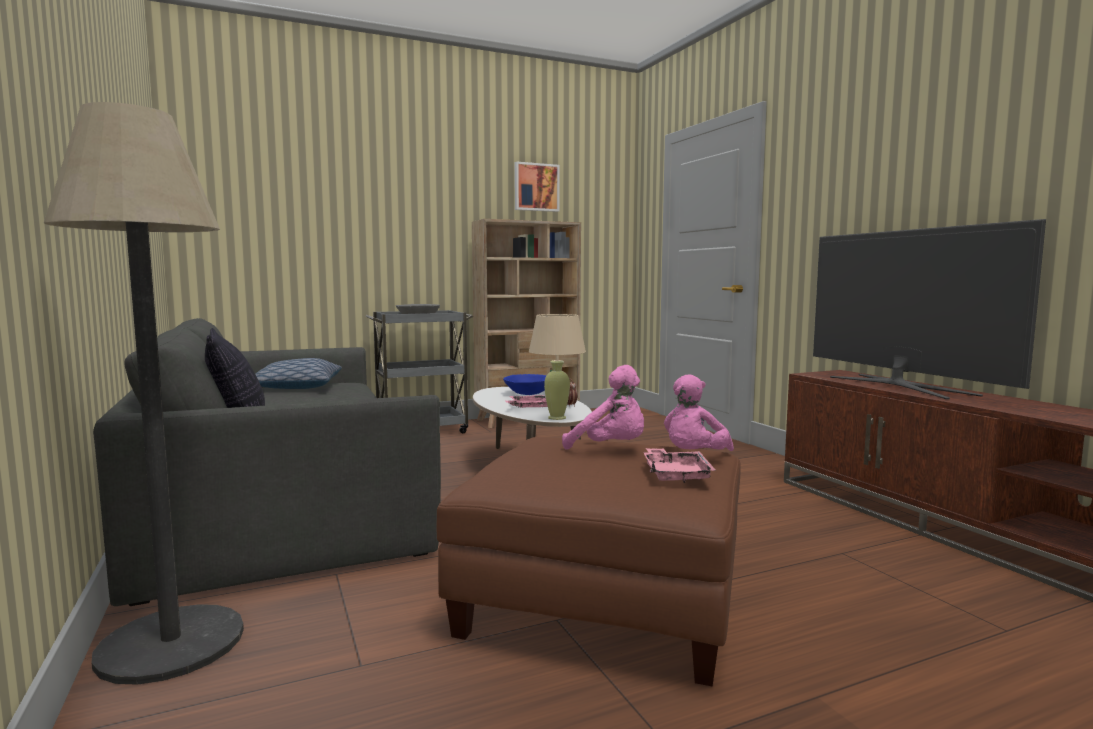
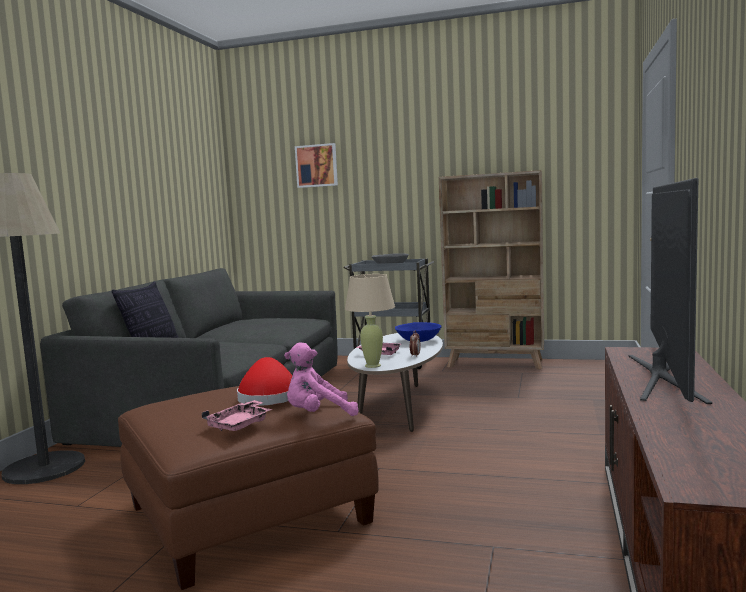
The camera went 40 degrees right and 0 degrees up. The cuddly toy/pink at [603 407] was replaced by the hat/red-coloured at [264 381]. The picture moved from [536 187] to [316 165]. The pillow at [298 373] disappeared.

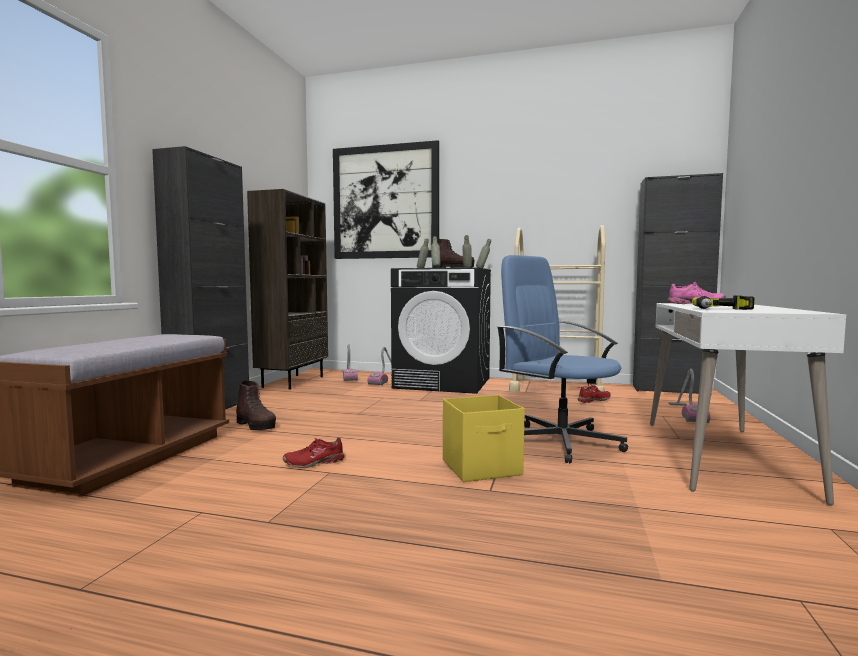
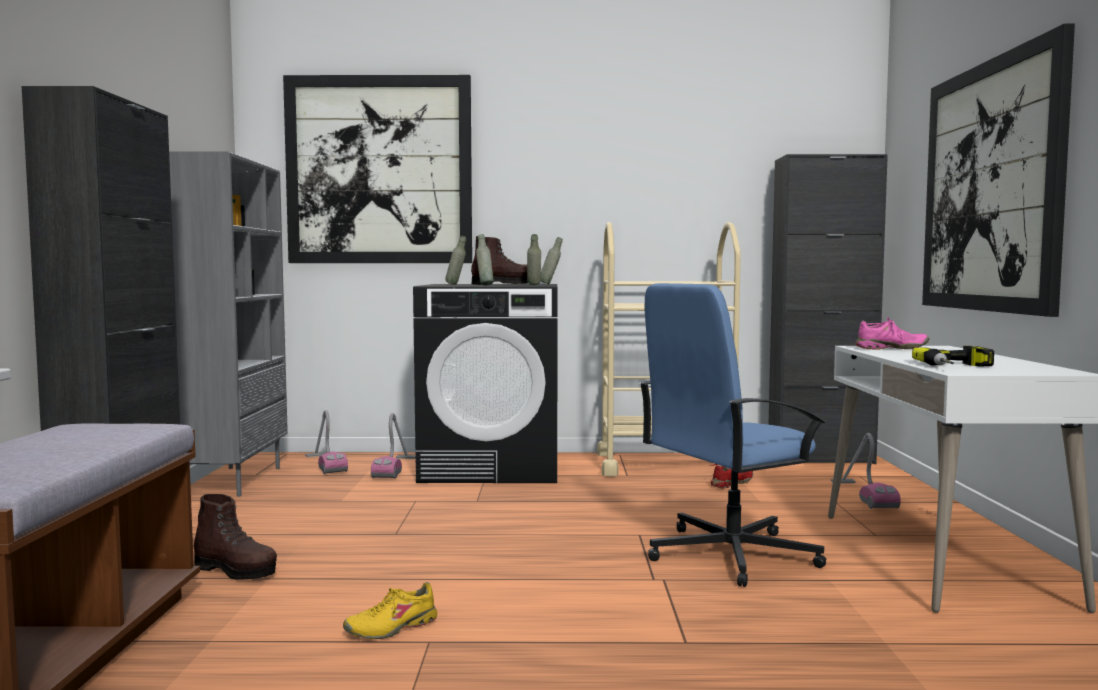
The camera went 15 degrees left and 0 degrees up. The shelving unit/brownish at [287 289] became the shelving unit/grey at [228 324]. The low shoe/red-coloured at [313 452] became the low shoe/yellow at [390 610]. The desk chair/blue-coloured at [562 359] turned 60 degrees counterclockwise. The picture at [998 170] appeared. The storage bin/yellow at [484 438] disappeared.

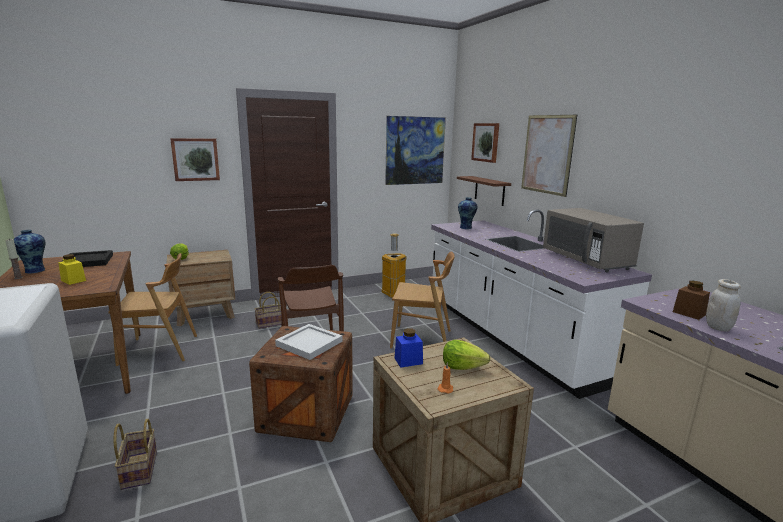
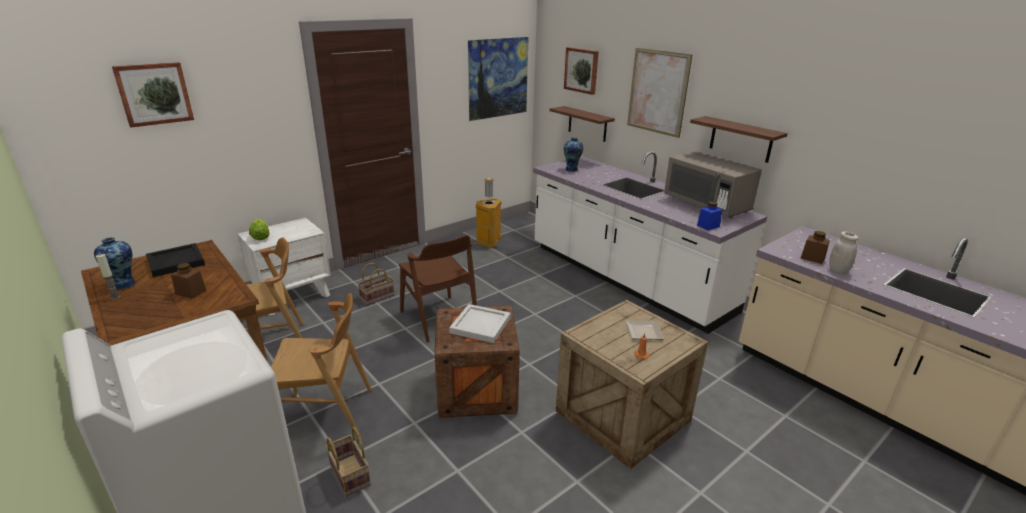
The camera went 15 degrees left and 10 degrees up. The picture moved from [195 159] to [153 95]. The preserve jar/yellow at [72 269] became the preserve jar/brownish at [189 281]. The night table/brownish at [200 288] became the night table/white at [284 266]. The chair/brownish moved from [422 300] to [321 366]. The head of lettuce at [466 355] was replaced by the dinner plate at [645 330]. The wall shelf at [739 139] appeared. The preserve jar/blue-coloured moved from [409 348] to [709 215].

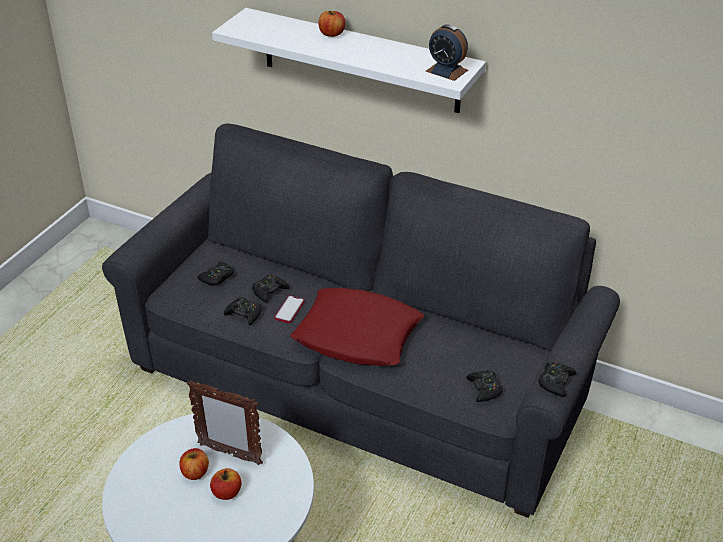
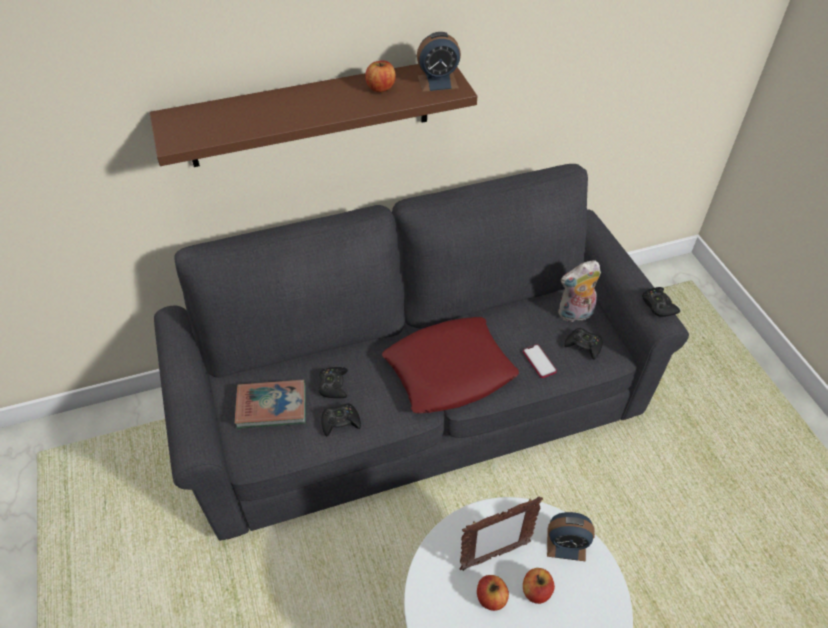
The camera went 45 degrees left and 10 degrees up. The wall shelf/white at [349 60] became the wall shelf/brownish at [313 115]. The joypad/blackish at [215 274] was replaced by the volume at [270 404]. The apple fruit moved from [331 24] to [380 76]. The handset moved from [289 309] to [540 361]. The table clock at [571 537] appeared. The cuddly toy at [579 291] appeared.

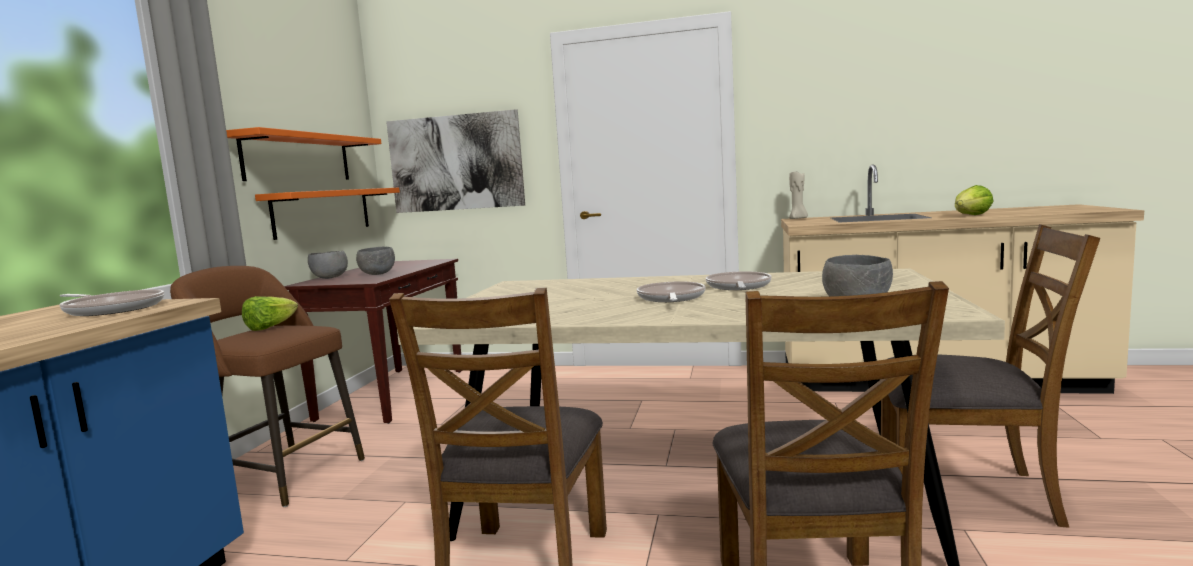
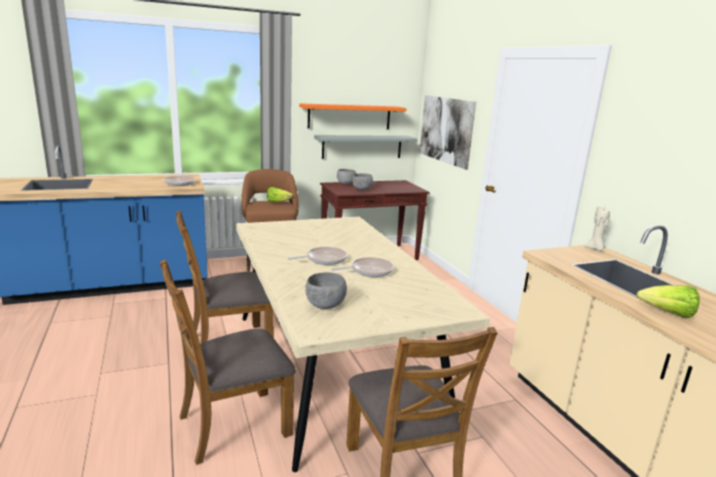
The camera went 55 degrees right and 10 degrees up. The wall shelf/orangey at [327 213] became the wall shelf/grey at [366 147].

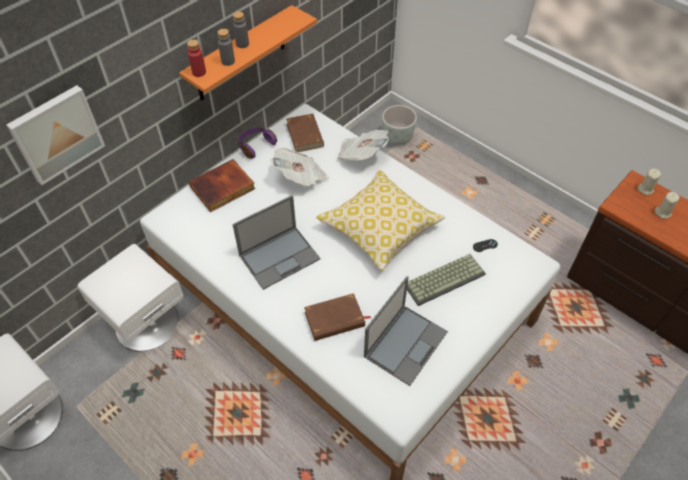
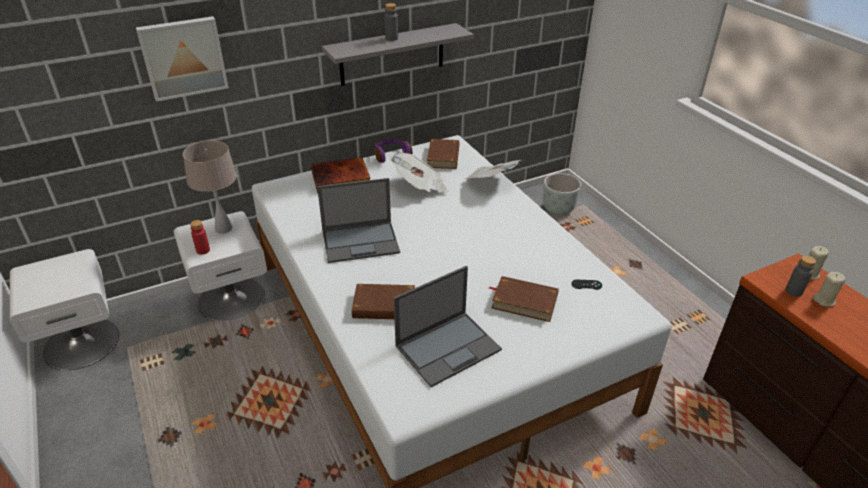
The camera went 20 degrees right and 15 degrees down. The table lamp/beige-coloured at [210 187] appeared. The bottle/red-coloured moved from [196 58] to [200 237]. The wall shelf/orangey at [248 53] became the wall shelf/grey at [398 54]. The keyboard at [446 280] was replaced by the volume/brownish at [524 299]. The bottle/grey moved from [226 47] to [800 276]. The pillow at [380 220] disappeared.

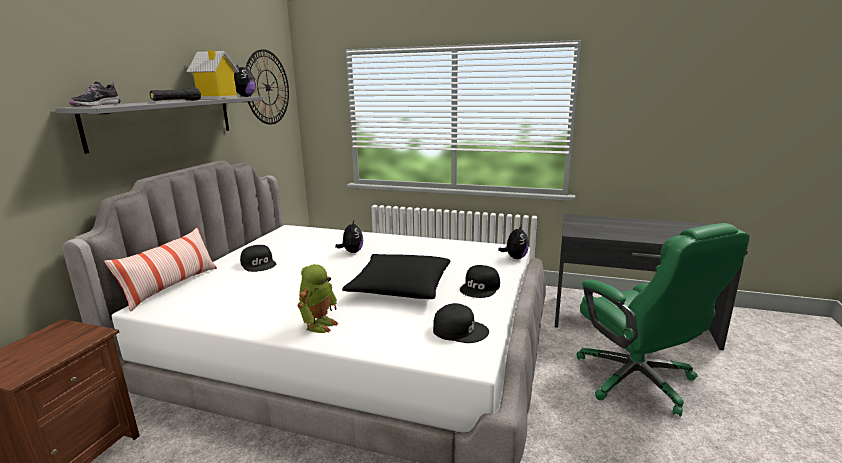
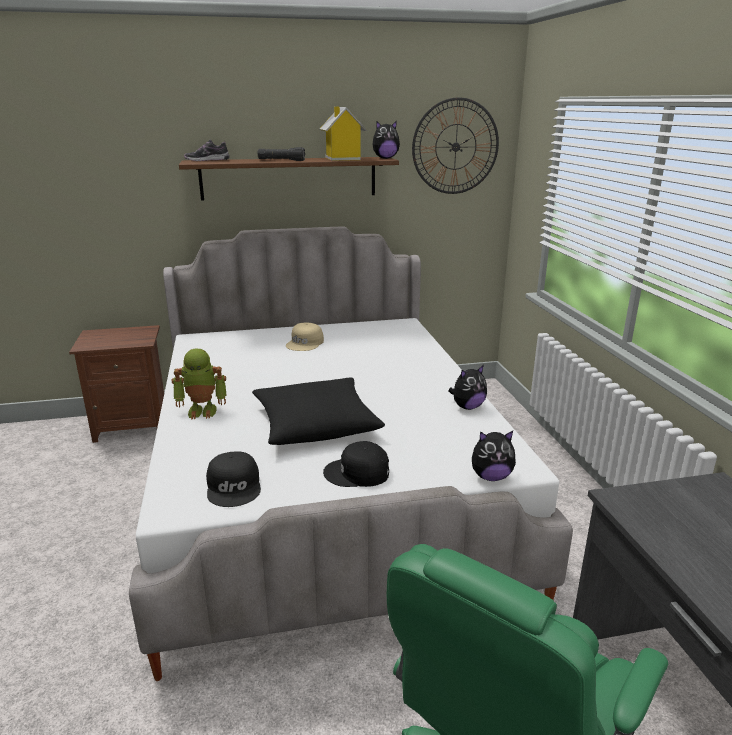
The camera went 60 degrees right and 5 degrees up. The wall shelf/grey at [159 125] became the wall shelf/brownish at [289 178]. The peaked cap/blackish at [258 258] became the peaked cap/beige-coloured at [305 336]. The cuddly toy moved from [349 237] to [467 387]. The pillow at [160 269] disappeared.

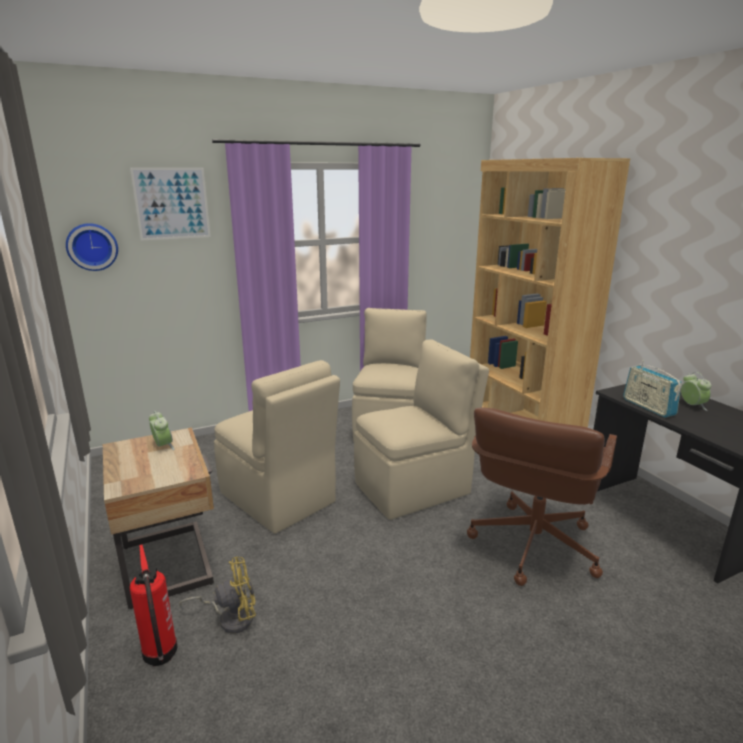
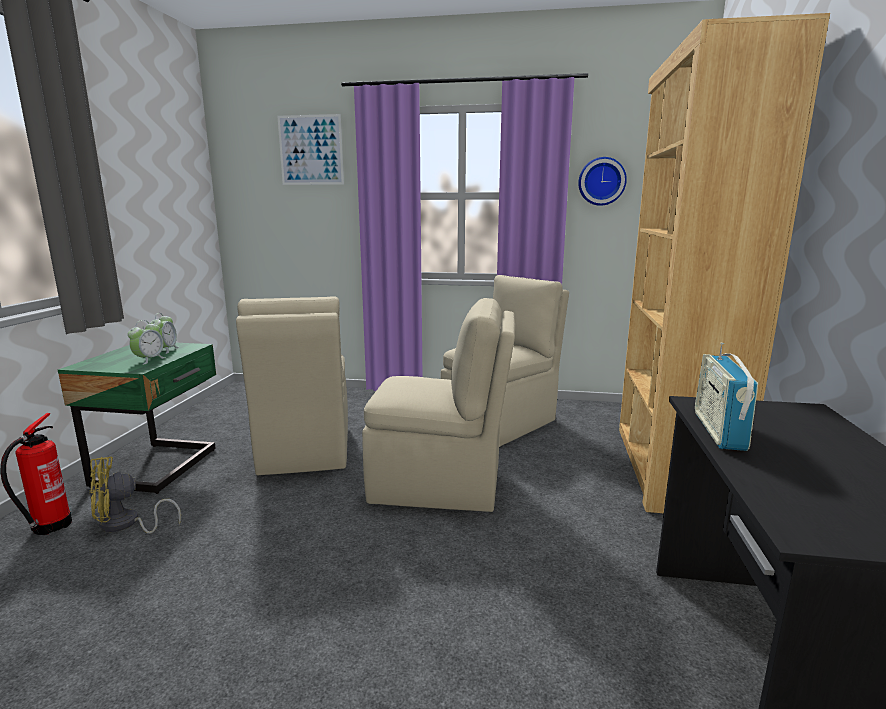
The camera went 35 degrees right and 5 degrees down. The night table/beige-coloured at [158 518] became the night table/green at [137 418]. The electric fan/yellow at [217 595] turned 135 degrees clockwise. The table clock moved from [696 391] to [147 342]. The hanging clock moved from [92 247] to [602 181]. The desk chair/brownish at [542 497] disappeared.

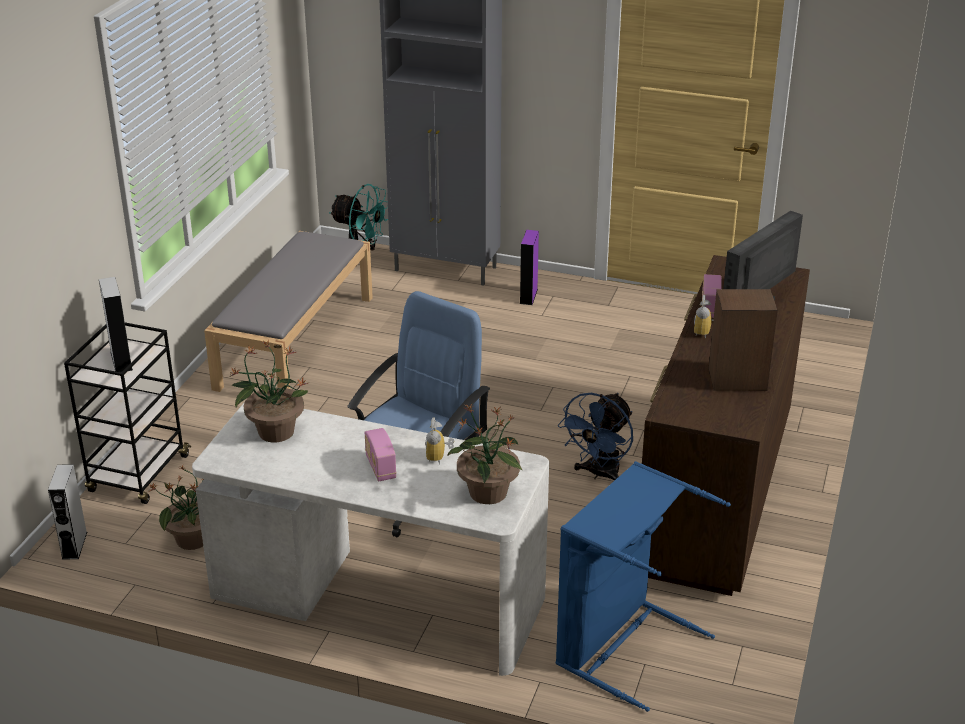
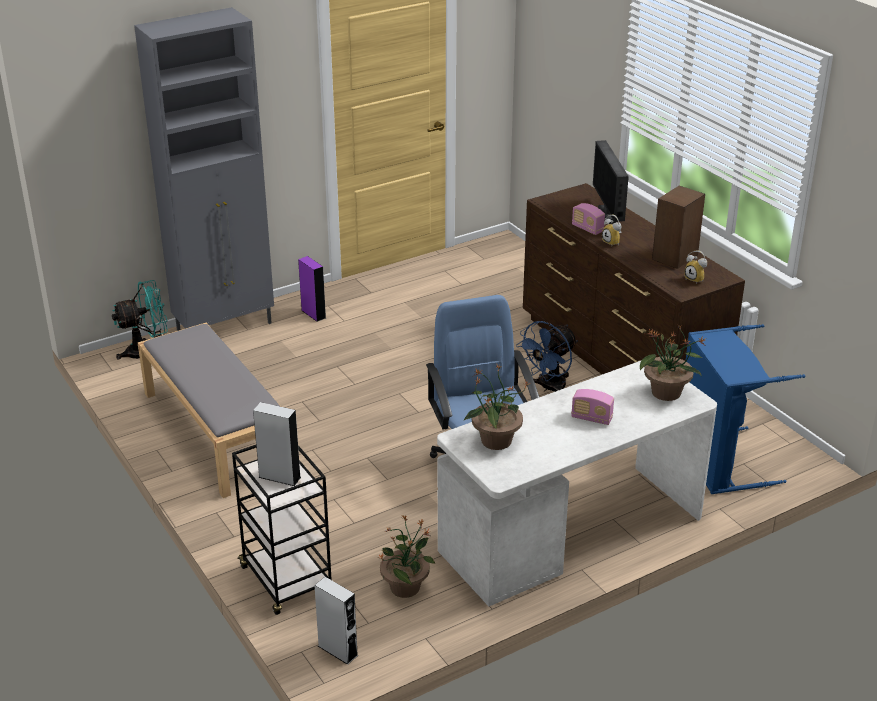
The camera went 50 degrees left and 0 degrees up. The electric fan/blue-coloured at [595 437] turned 60 degrees clockwise. The table clock moved from [439 441] to [695 267].

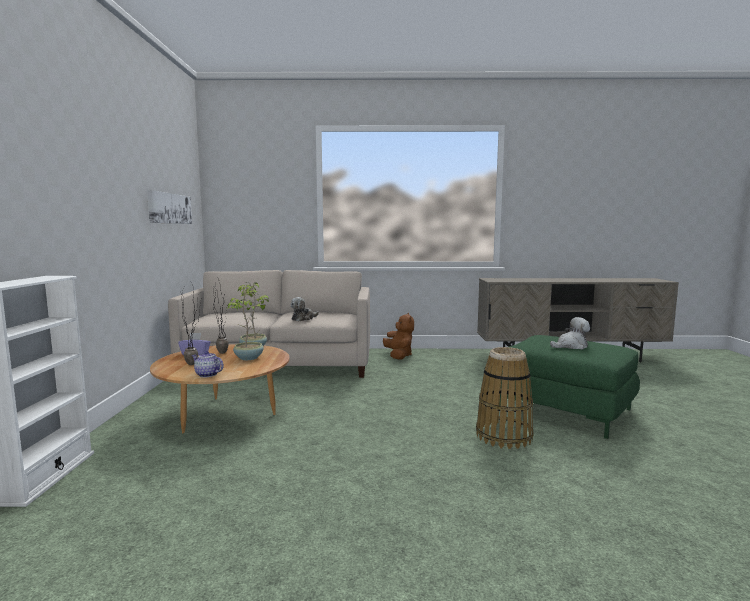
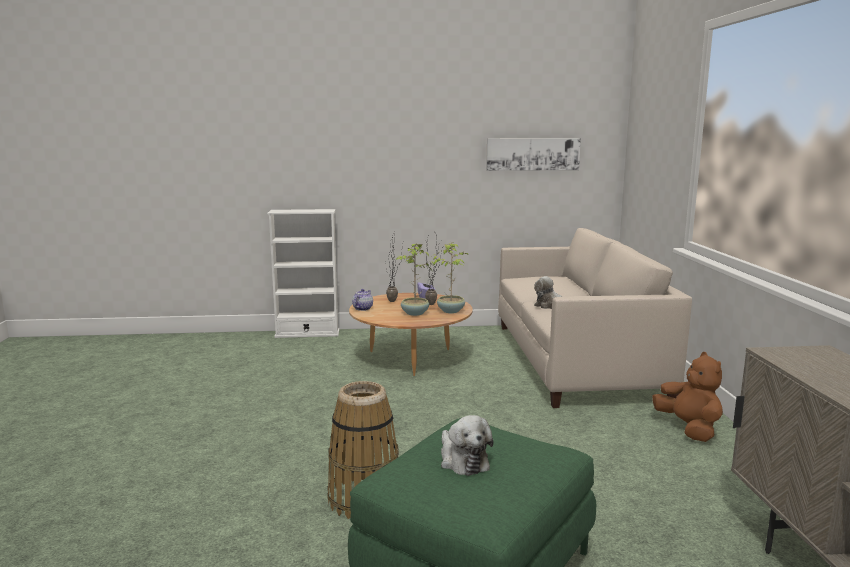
The camera went 85 degrees right and 5 degrees up. The cuddly toy/brownish at [398 336] turned 90 degrees counterclockwise.

